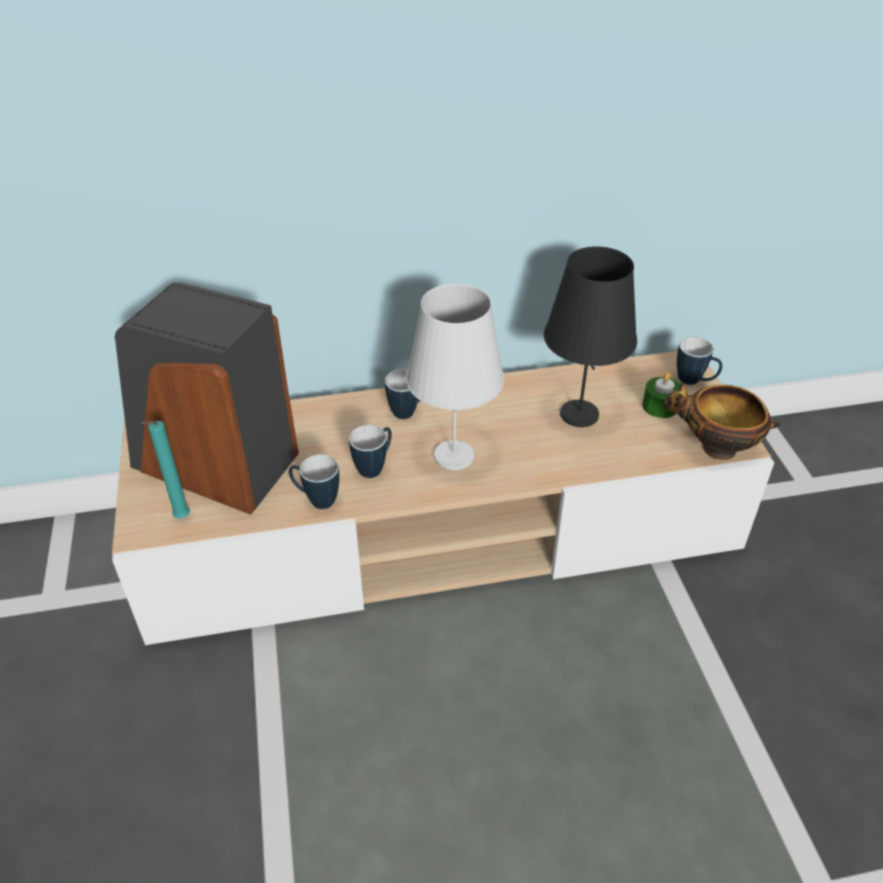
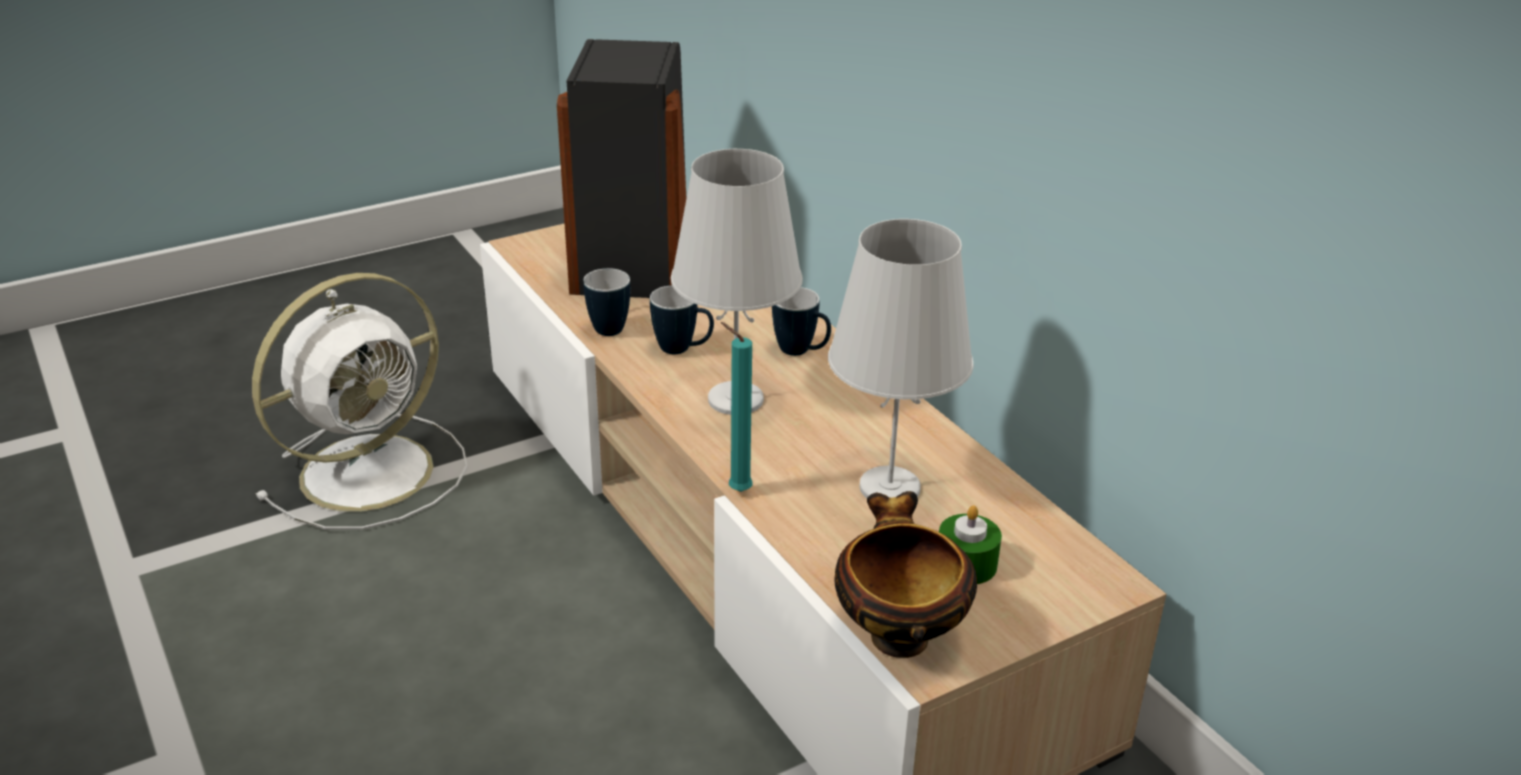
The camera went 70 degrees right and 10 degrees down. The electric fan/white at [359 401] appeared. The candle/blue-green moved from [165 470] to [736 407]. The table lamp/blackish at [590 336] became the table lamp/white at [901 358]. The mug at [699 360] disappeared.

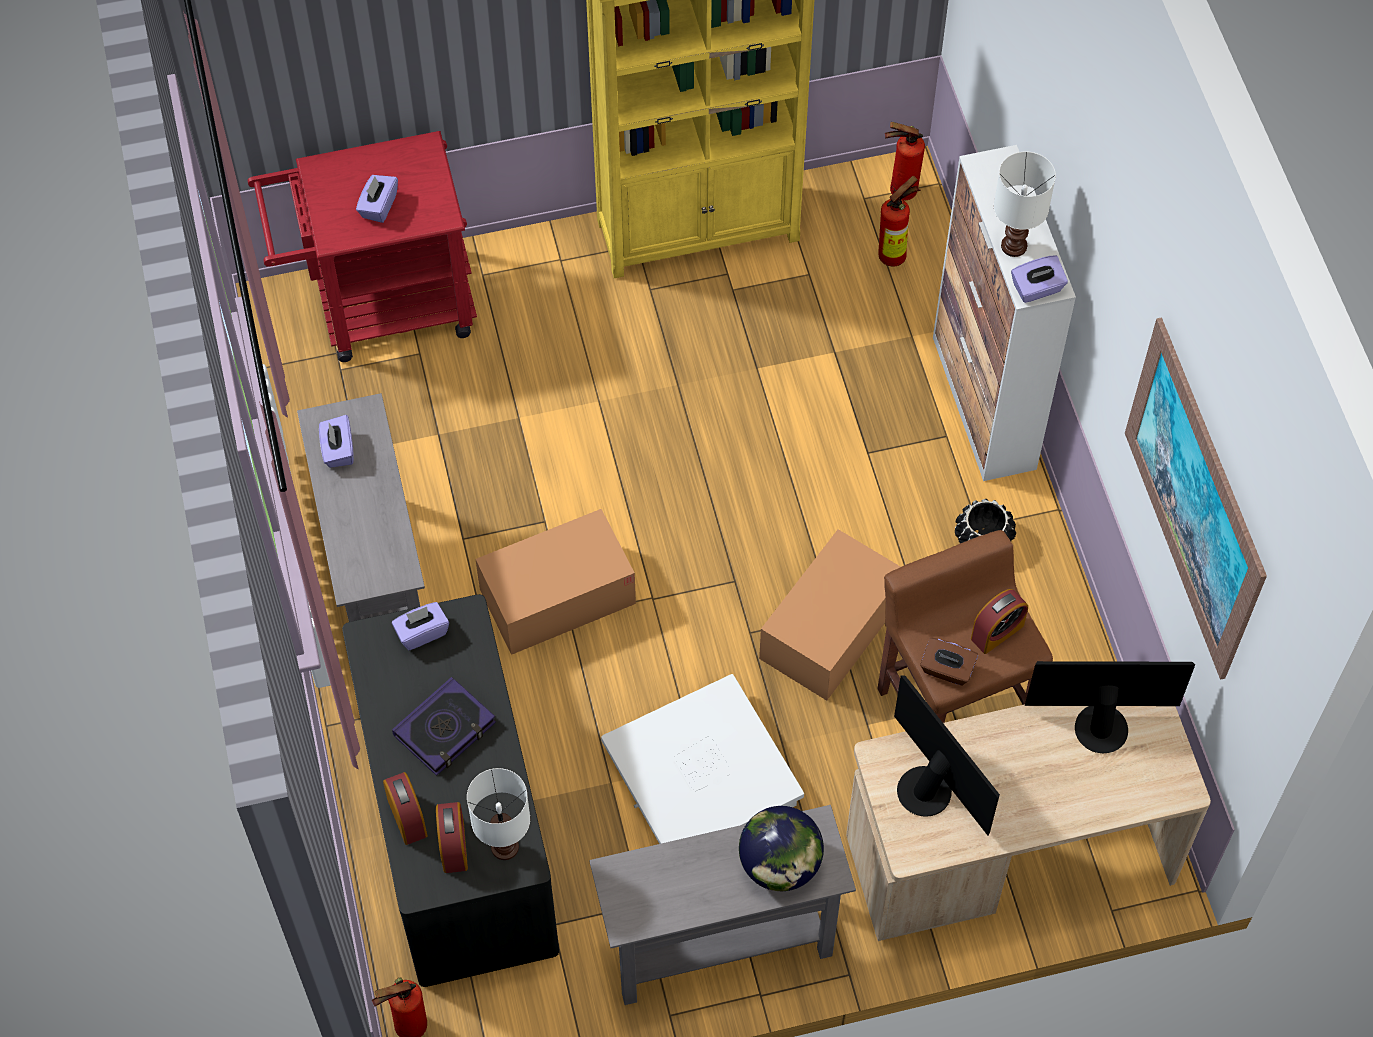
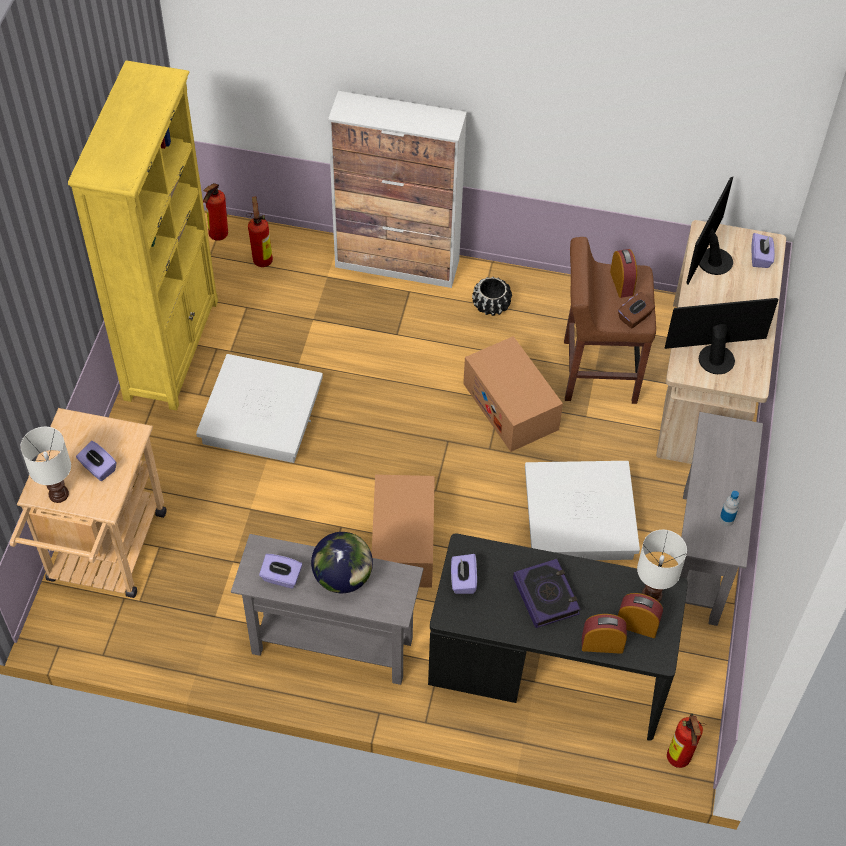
The camera went 65 degrees left and 5 degrees down. The trolley/red-coloured at [362 246] became the trolley/beige-coloured at [88 503]. The table lamp/white moved from [1025 204] to [45 465]. The storage bin/white at [259 408] appeared. The desk globe moved from [781 848] to [342 562]. The bottle at [729 508] appeared. The tissue holder/purple-coloured moved from [1039 279] to [763 250]. The picture at [1196 498] disappeared.

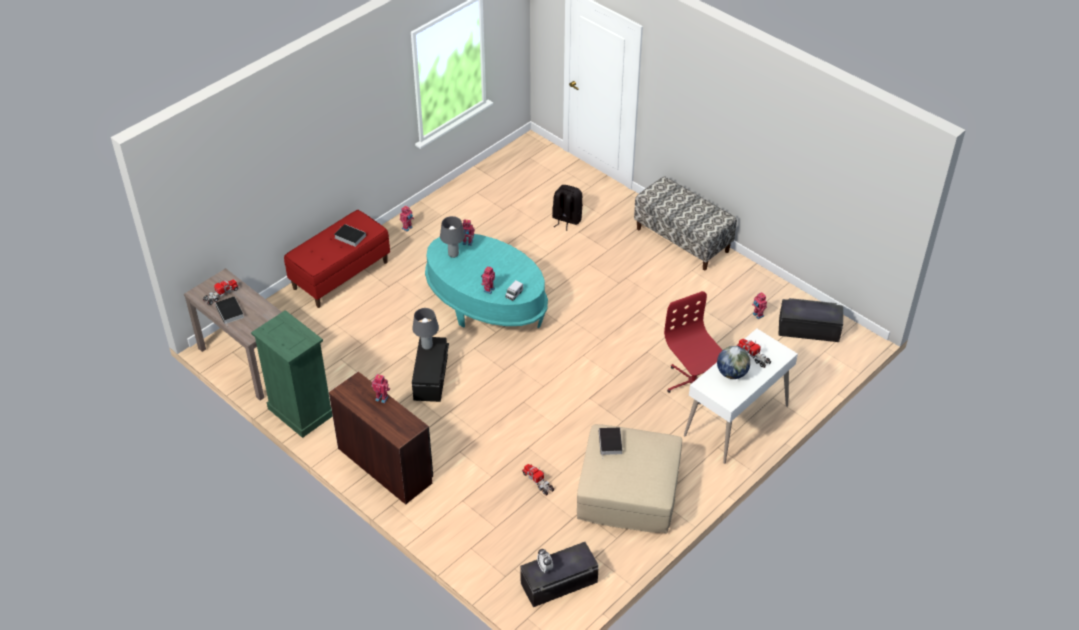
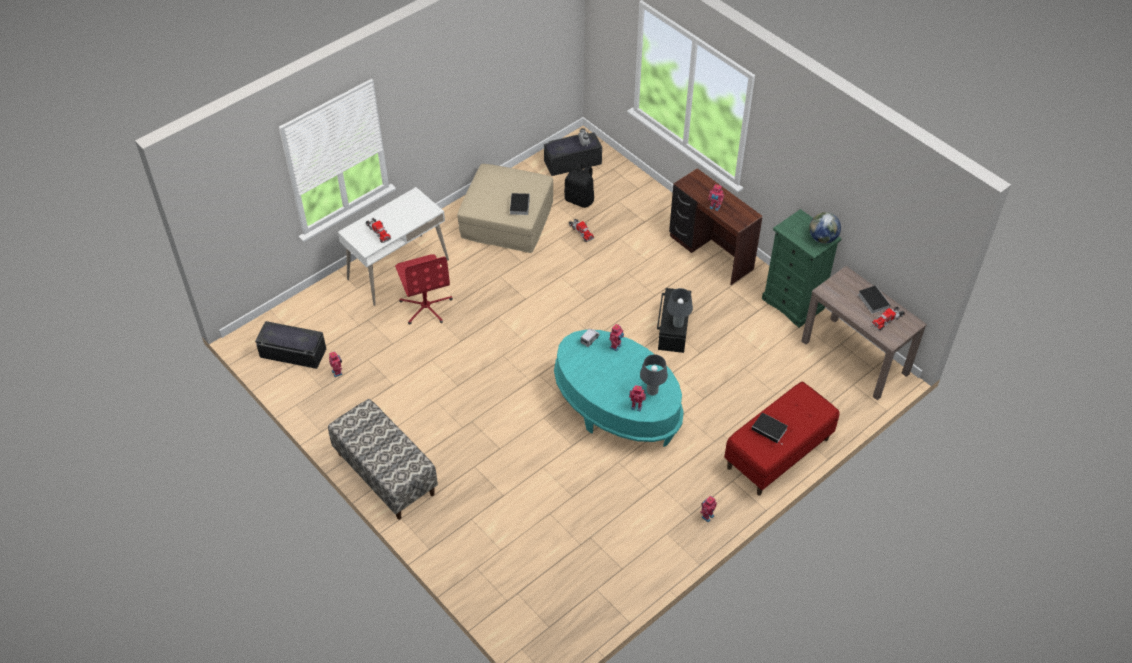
The camera went 175 degrees left and 5 degrees up. The backpack/blackish moved from [567 208] to [579 185]. The desk globe moved from [734 362] to [825 228].

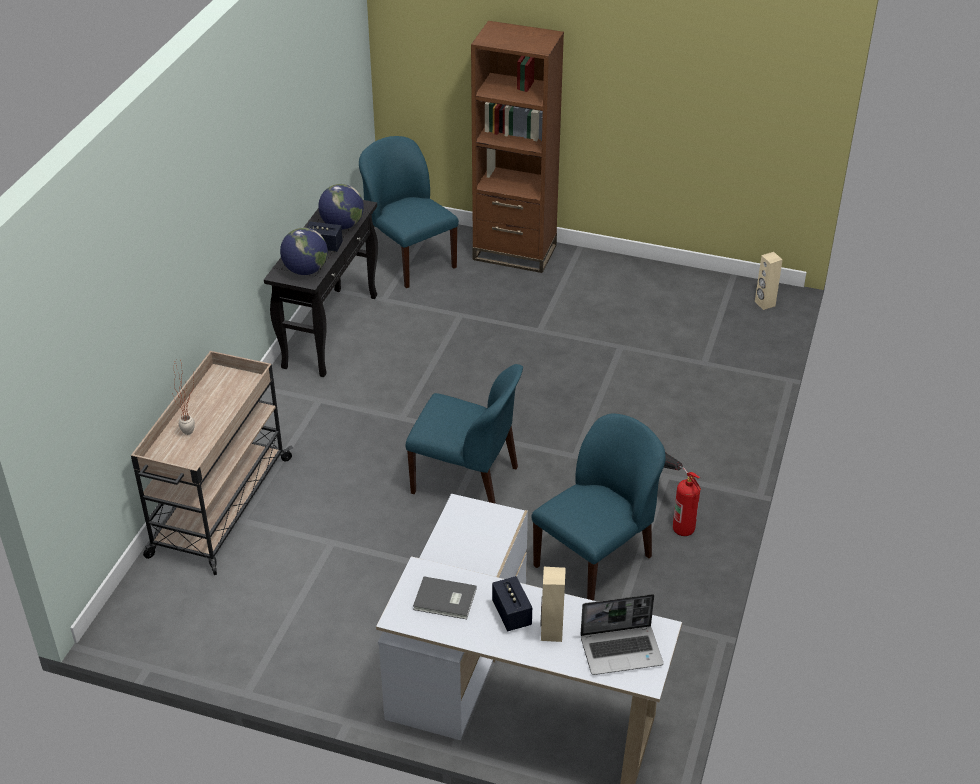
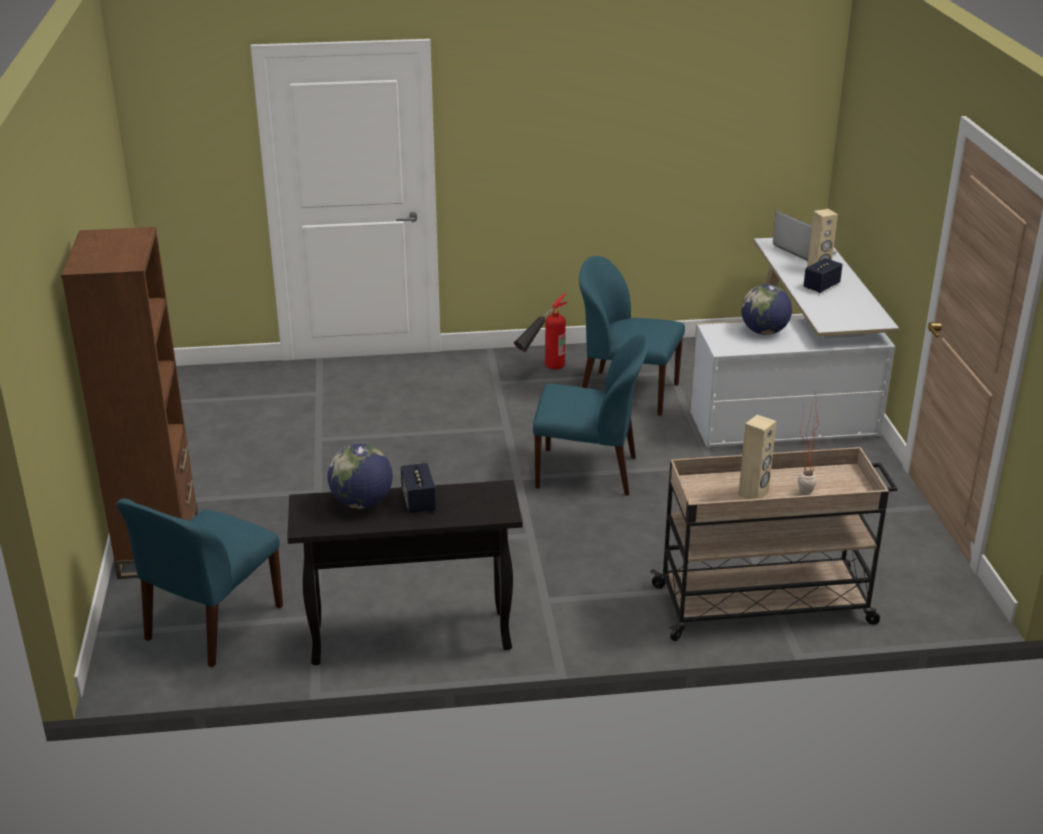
The camera went 115 degrees left and 10 degrees down. The chair/blue-coloured at [464 434] turned 105 degrees clockwise. The speaker/beige-coloured moved from [769 281] to [757 457]. The desk globe moved from [304 251] to [766 309]. The volume/grey at [445 597] disappeared.

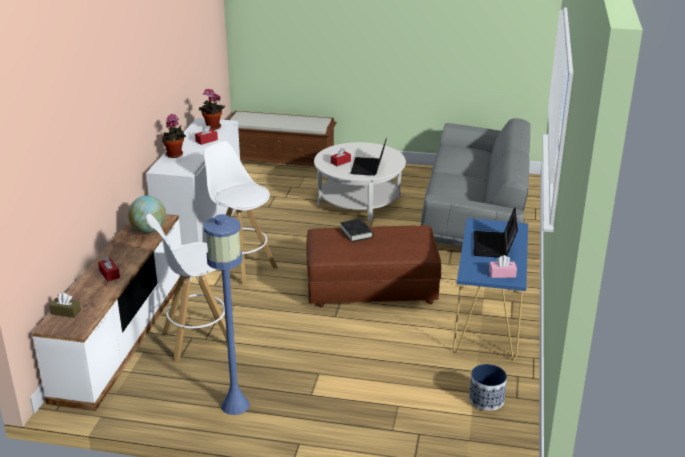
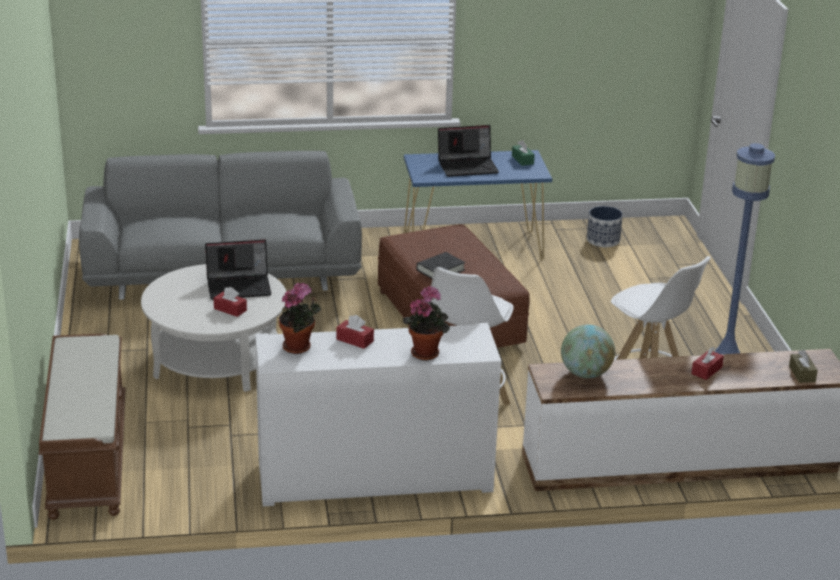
The camera went 110 degrees left and 0 degrees up. The tissue holder/pink at [503 266] became the tissue holder/green at [523 153].

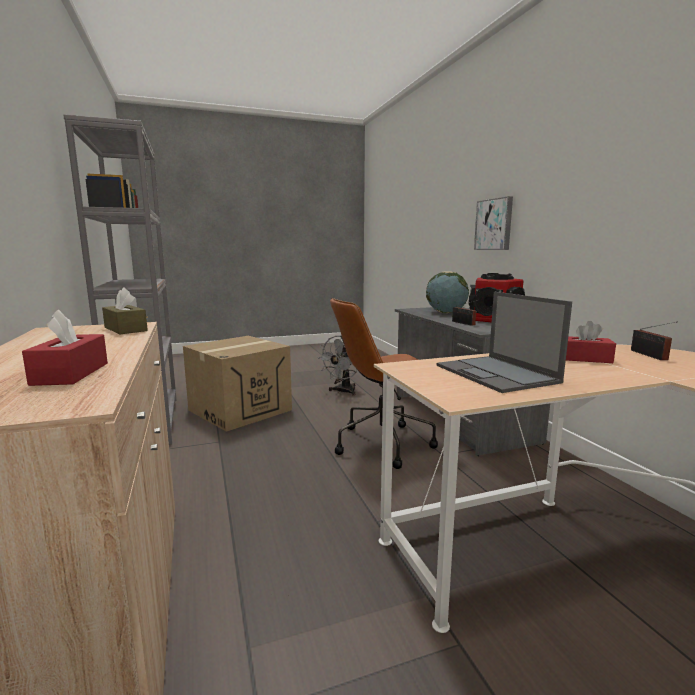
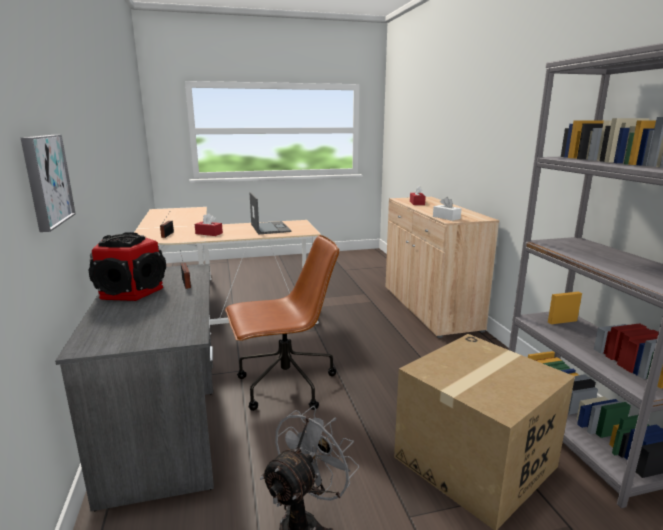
The camera went 175 degrees left and 5 degrees up. The tissue holder/brownish at [125 310] became the tissue holder/white at [447 209]. The desk globe at [447 292] disappeared.

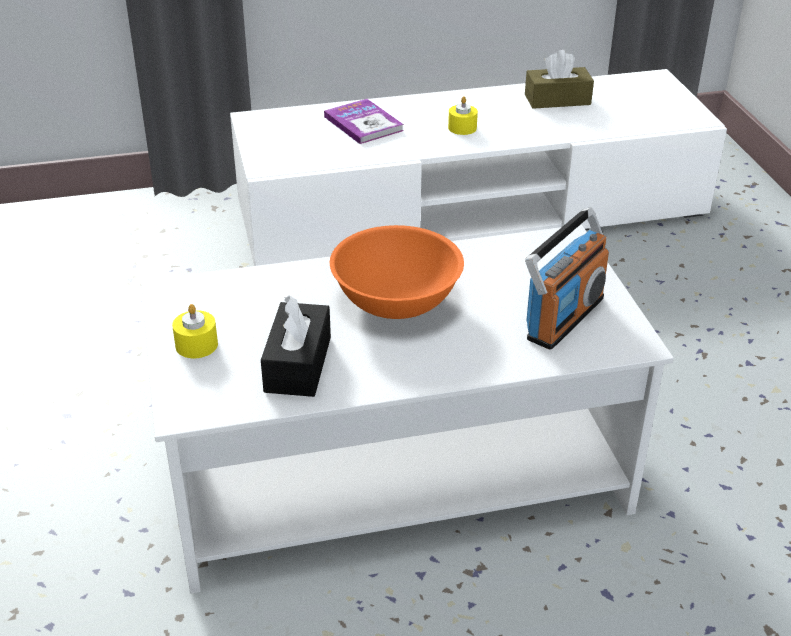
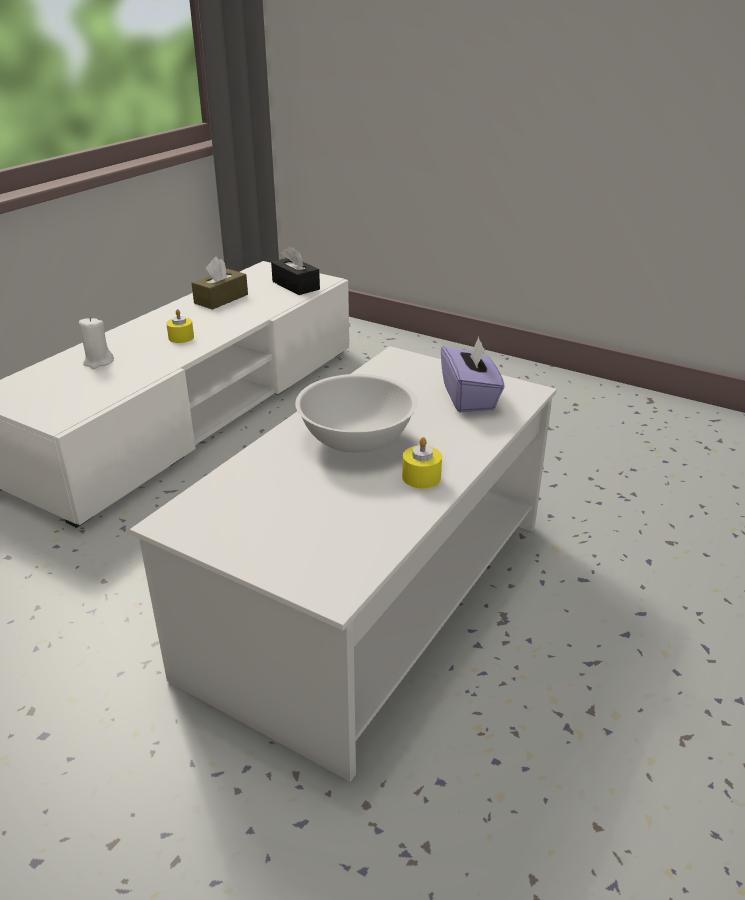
The camera went 45 degrees left and 5 degrees down. The volume at [364 121] was replaced by the candle/white at [96 343]. The tissue holder/blackish moved from [296 346] to [295 270]. The deep dish/orangey at [397 272] became the deep dish/white at [356 413]. The candle/yellow moved from [195 331] to [422 462]. The radio at [567 278] was replaced by the tissue holder/purple-coloured at [473 374].

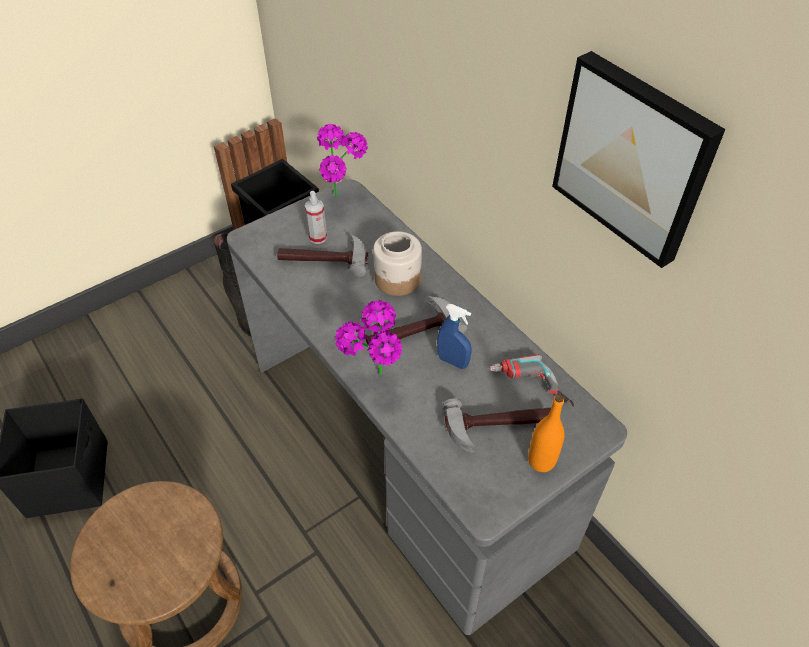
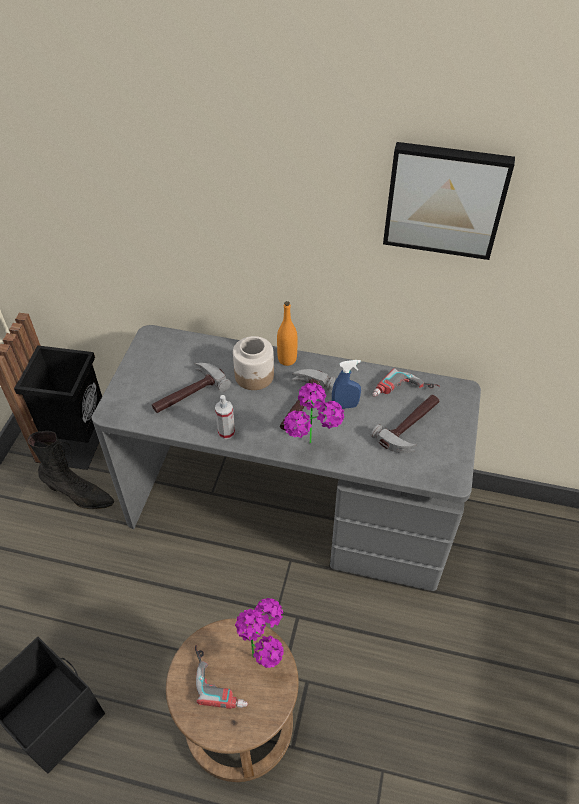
The camera went 40 degrees left and 0 degrees up. The electric drill at [221 677] appeared. The sprayer moved from [316 217] to [225 417]. The plant in a pot moved from [342 160] to [259 633]. The bottle/orangey moved from [546 433] to [287 333].

